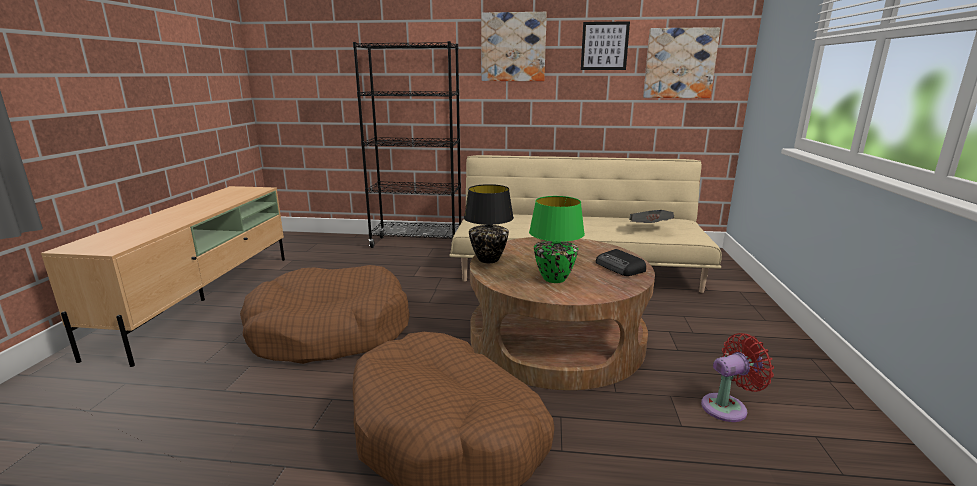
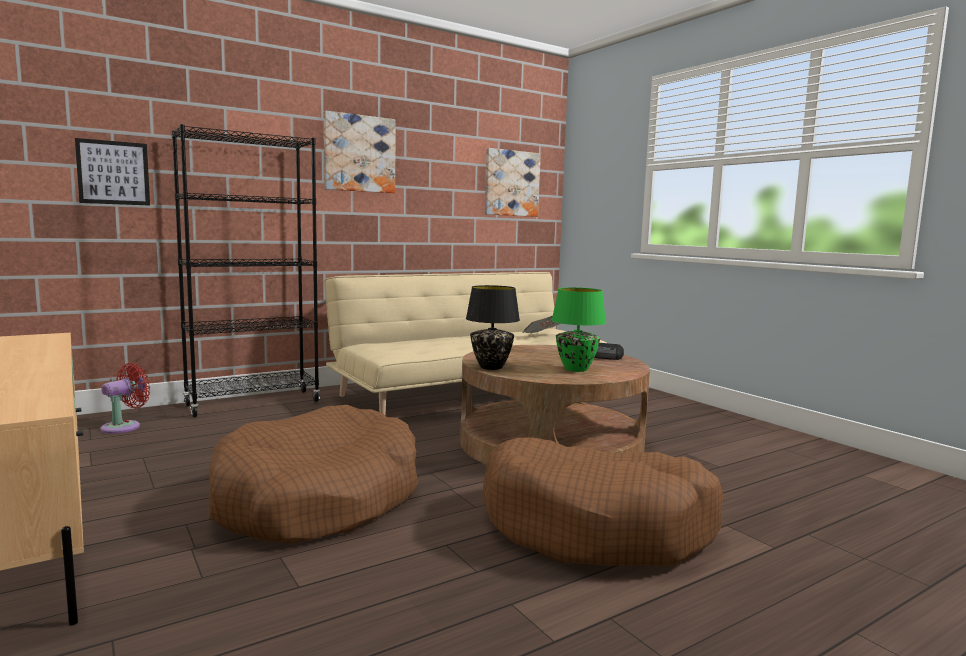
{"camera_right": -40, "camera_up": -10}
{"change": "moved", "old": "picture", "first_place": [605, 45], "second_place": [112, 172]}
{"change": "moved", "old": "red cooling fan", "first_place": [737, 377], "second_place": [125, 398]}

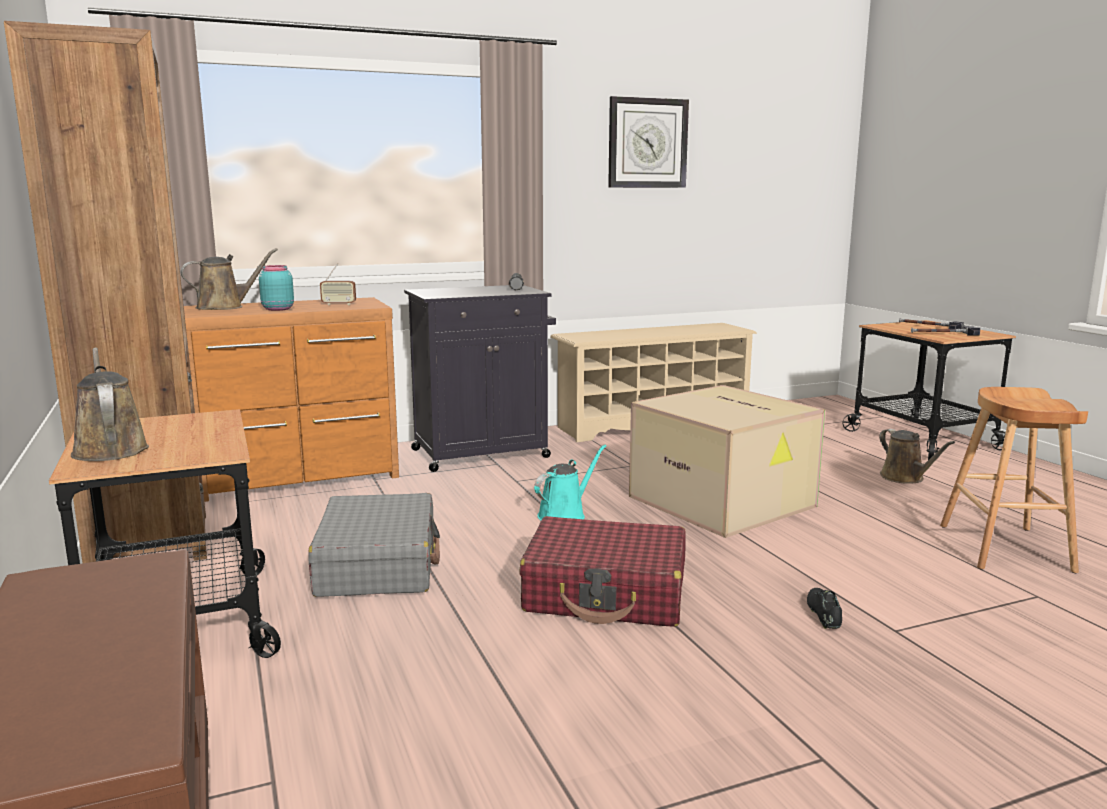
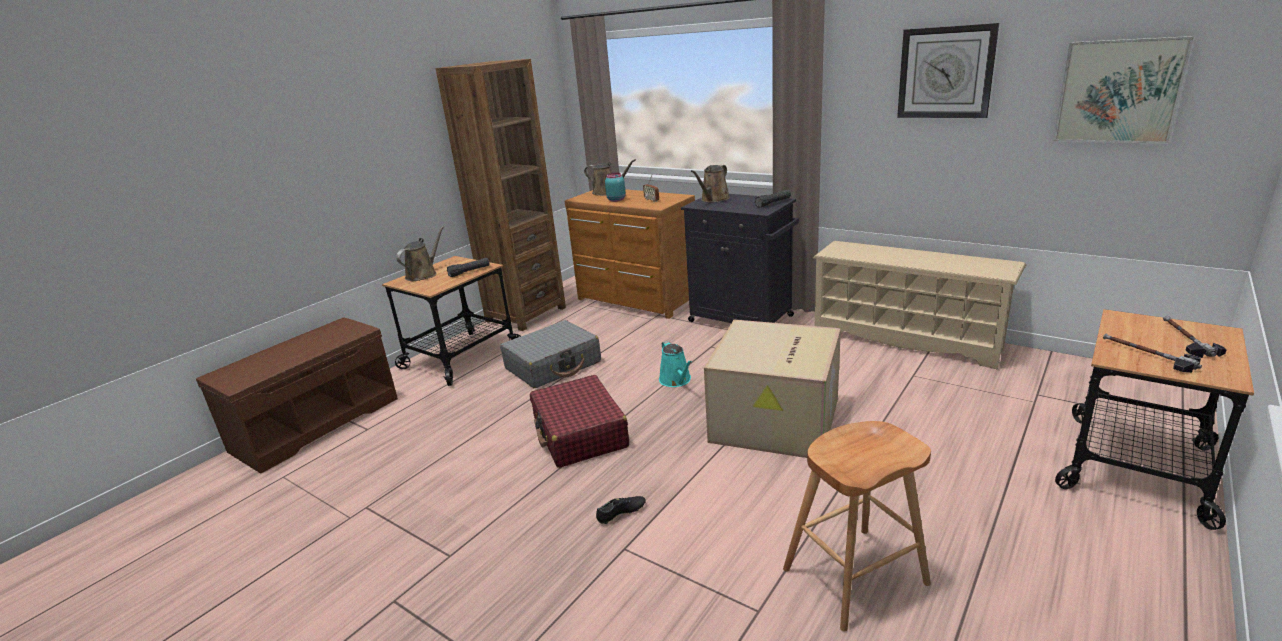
{"camera_right": 60, "camera_up": 10}
{"change": "turned", "old": "turquoise sprinkling can", "first_place": [570, 482], "second_place": [675, 364], "degrees": 60}
{"change": "moved", "old": "brown sprinkling can", "first_place": [917, 456], "second_place": [710, 184]}
{"change": "added", "new": "blackish torch", "second_place": [468, 267]}
{"change": "added", "new": "picture", "second_place": [1123, 90]}

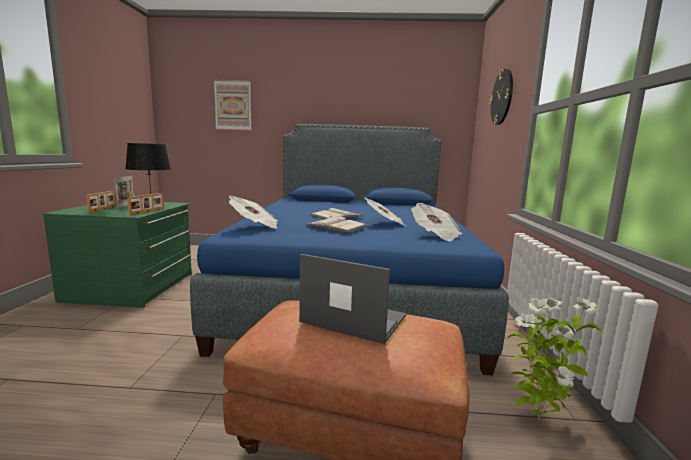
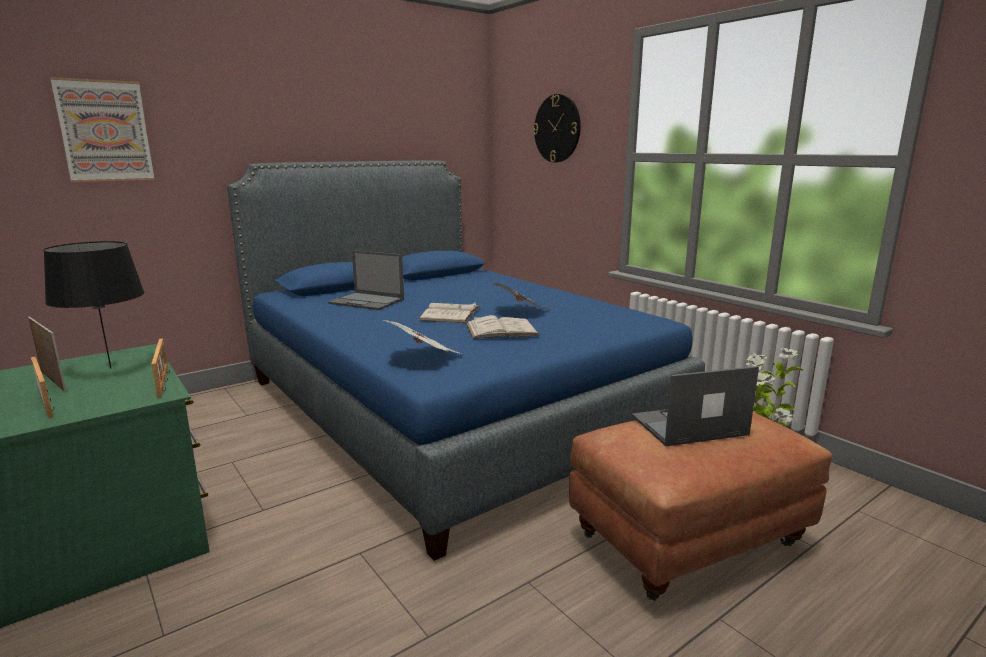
{"camera_right": -40, "camera_up": 5}
{"change": "removed", "old": "newspaper", "first_place": [436, 222]}
{"change": "added", "new": "notebook computer", "second_place": [366, 280]}

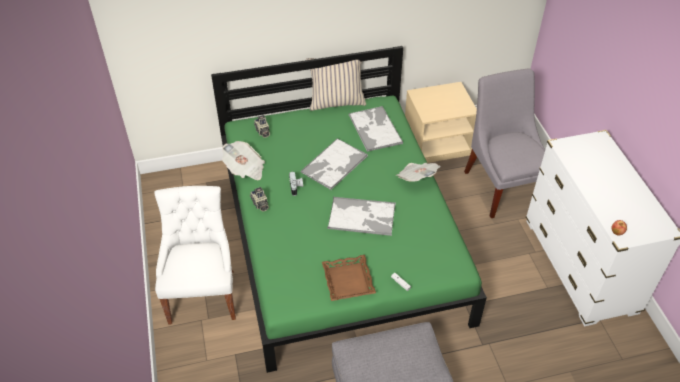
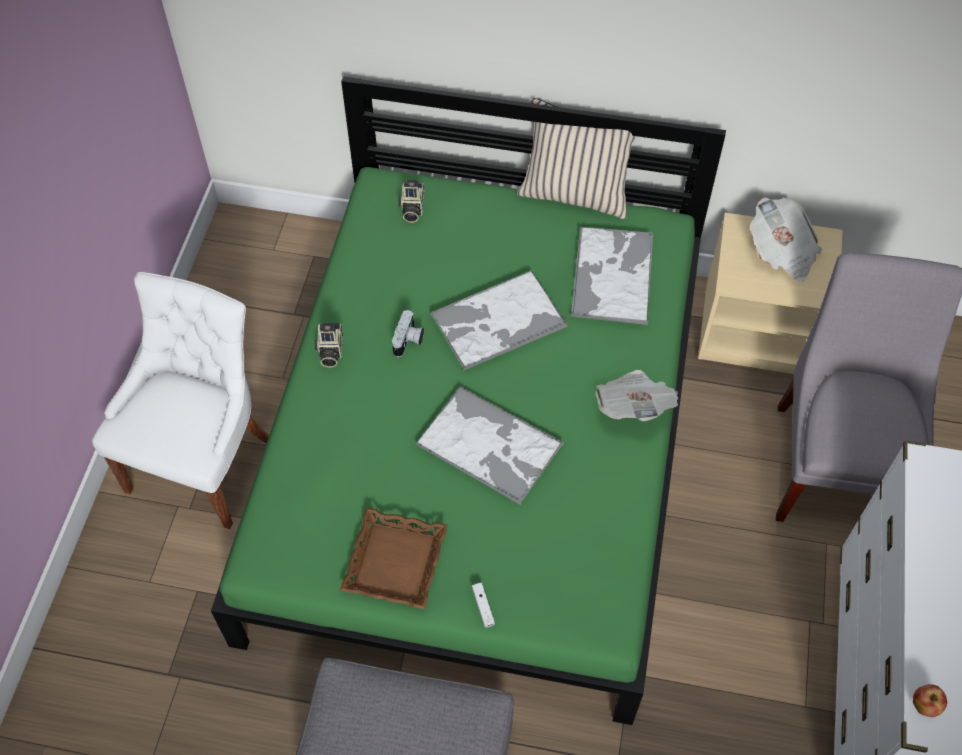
{"camera_right": 25, "camera_up": 10}
{"change": "moved", "old": "newspaper", "first_place": [243, 160], "second_place": [786, 239]}

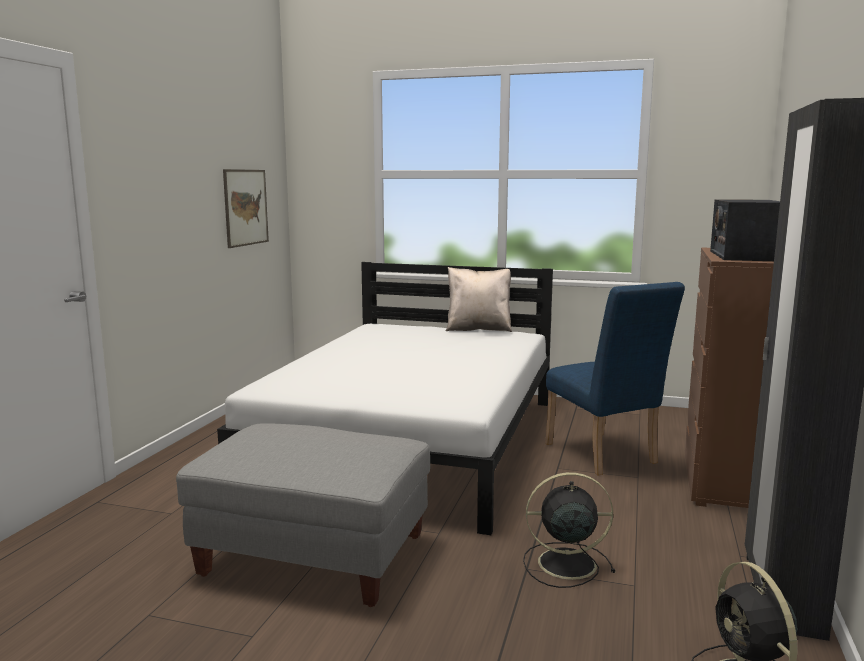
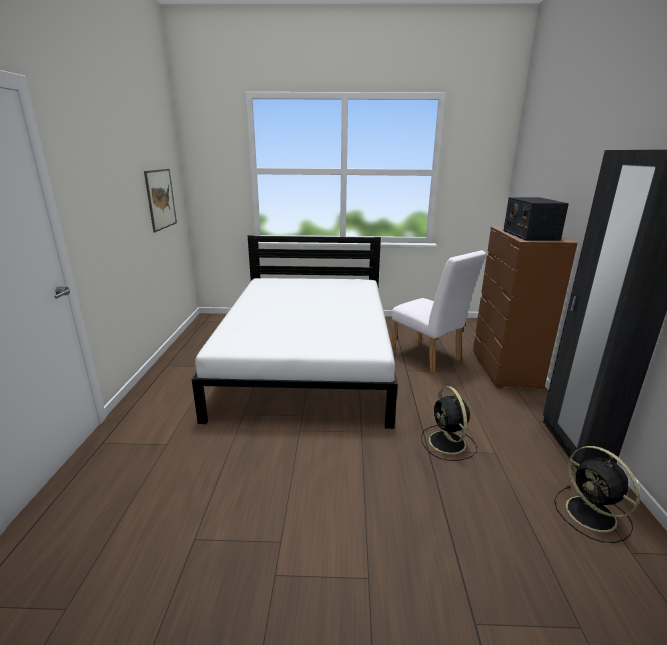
{"camera_right": -15, "camera_up": 10}
{"change": "removed", "old": "grey ottoman", "first_place": [303, 515]}
{"change": "removed", "old": "beige-coloured throw pillow", "first_place": [479, 299]}
{"change": "turned", "old": "blackish cooling fan", "first_place": [569, 530], "second_place": [449, 423], "degrees": -90}
{"change": "recoloured", "old": "blue upright chair", "new": "white upright chair", "first_place": [615, 378], "second_place": [438, 311]}

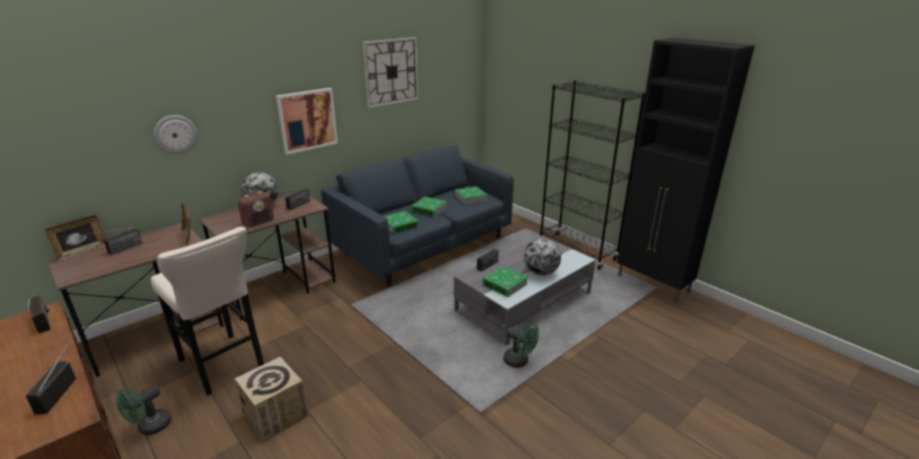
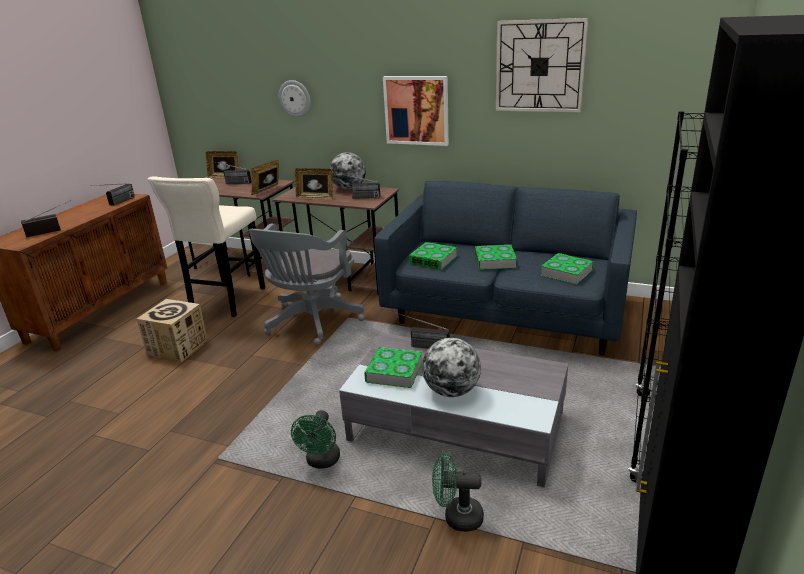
{"camera_right": 65, "camera_up": 0}
{"change": "moved", "old": "green cooling fan", "first_place": [143, 410], "second_place": [458, 492]}
{"change": "replaced", "old": "radio receiver", "new": "photo frame", "first_place": [256, 209], "second_place": [314, 184]}
{"change": "added", "new": "grey office chair", "second_place": [307, 284]}

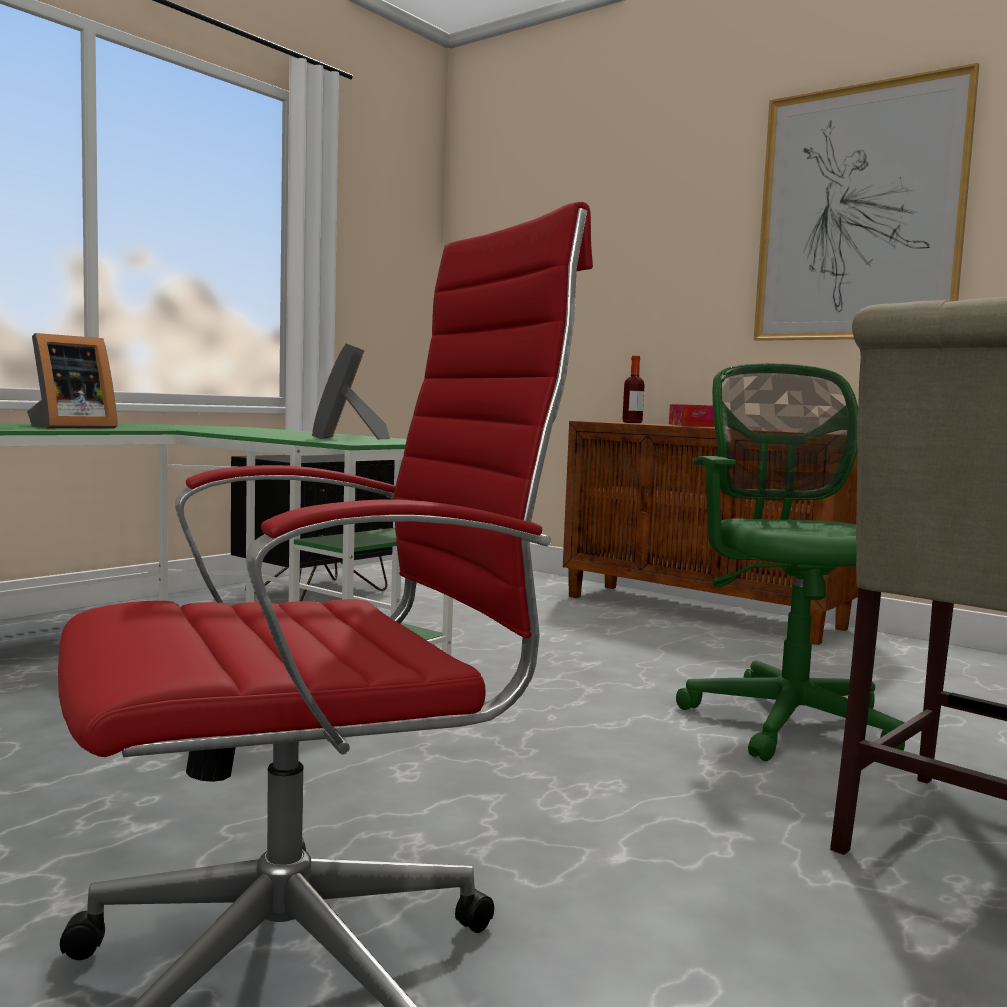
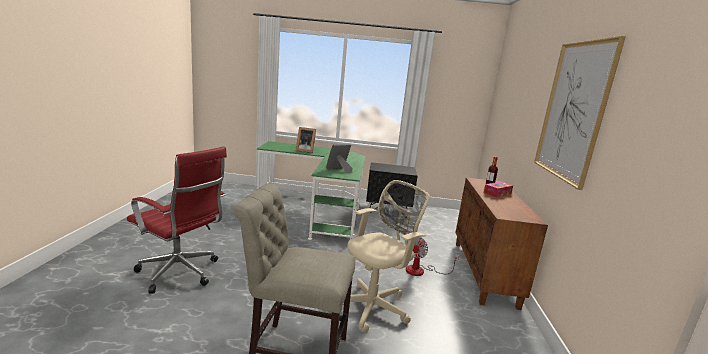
{"camera_right": 55, "camera_up": 10}
{"change": "recoloured", "old": "green office chair", "new": "beige-coloured office chair", "first_place": [790, 562], "second_place": [388, 256]}
{"change": "added", "new": "cooling fan", "second_place": [432, 256]}

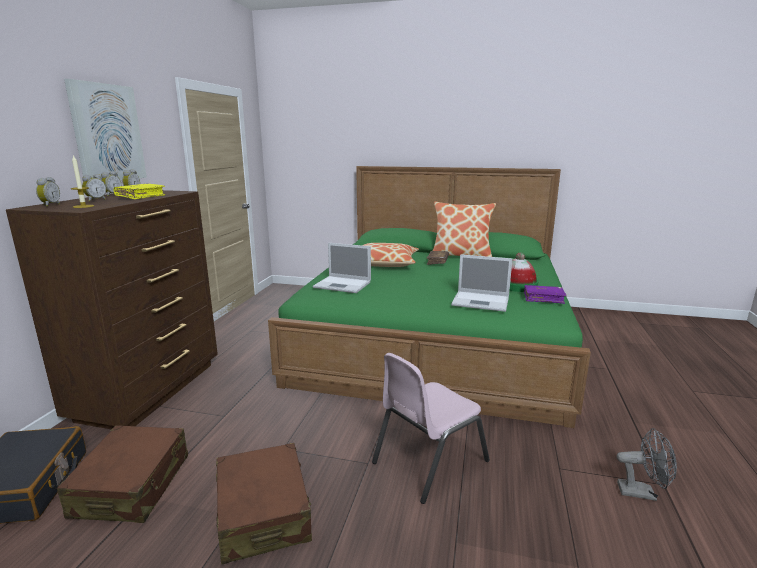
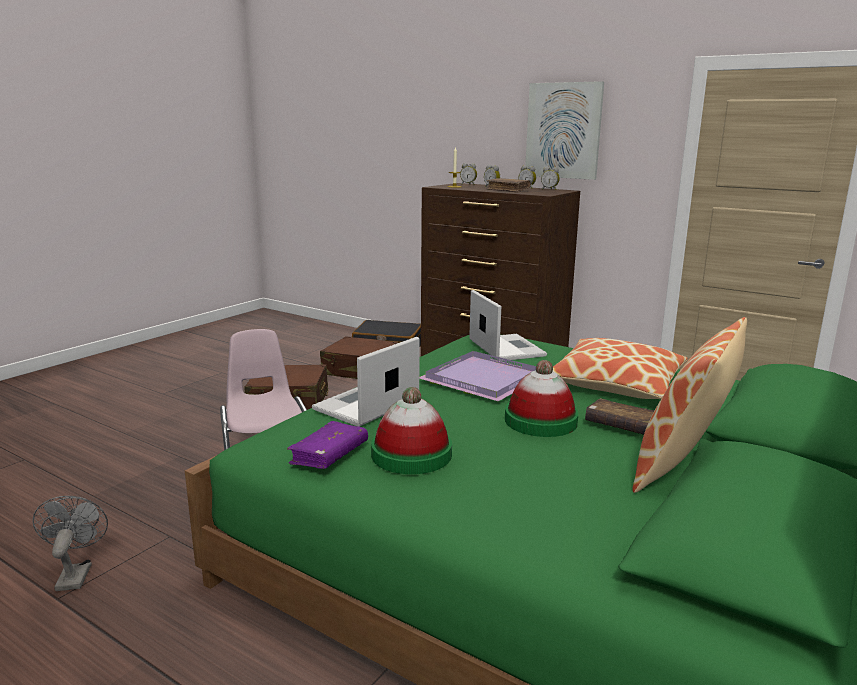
{"camera_right": 110, "camera_up": 0}
{"change": "recoloured", "old": "yellow-coloured volume", "new": "brown volume", "first_place": [139, 191], "second_place": [508, 185]}
{"change": "turned", "old": "notebook computer", "first_place": [342, 268], "second_place": [508, 325], "degrees": 120}
{"change": "turned", "old": "grey cooling fan", "first_place": [647, 464], "second_place": [70, 543], "degrees": 135}
{"change": "added", "new": "purple-coloured tray", "second_place": [477, 376]}
{"change": "added", "new": "wearable hat", "second_place": [541, 398]}

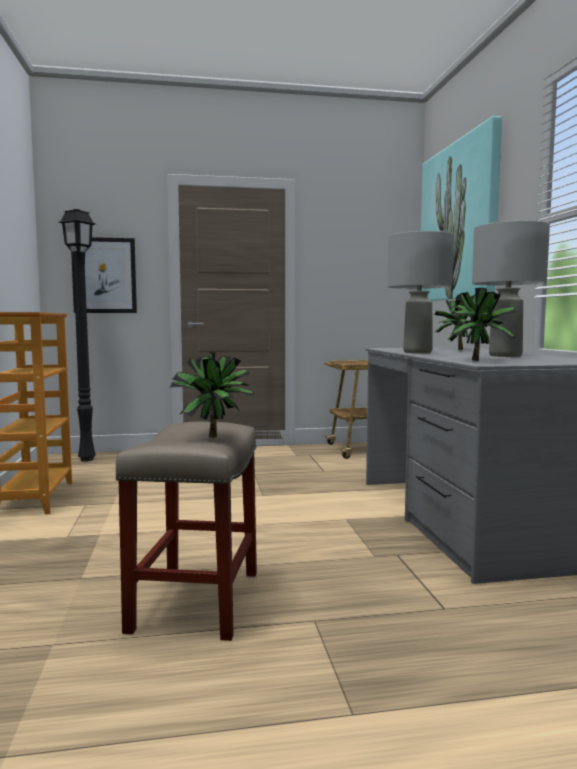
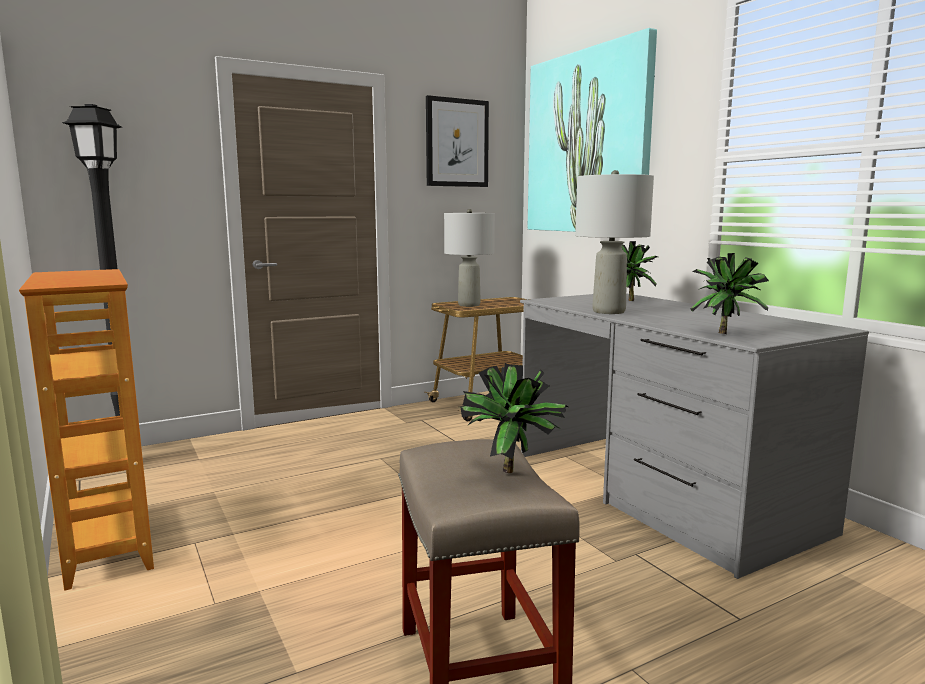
{"camera_right": -20, "camera_up": 5}
{"change": "moved", "old": "picture", "first_place": [104, 275], "second_place": [457, 141]}
{"change": "moved", "old": "grey tabletop lamp", "first_place": [511, 289], "second_place": [469, 258]}

